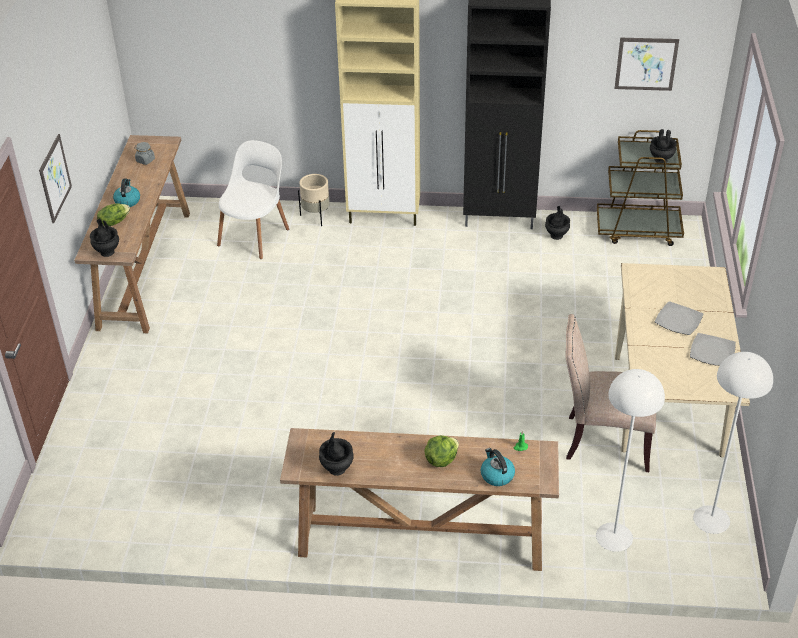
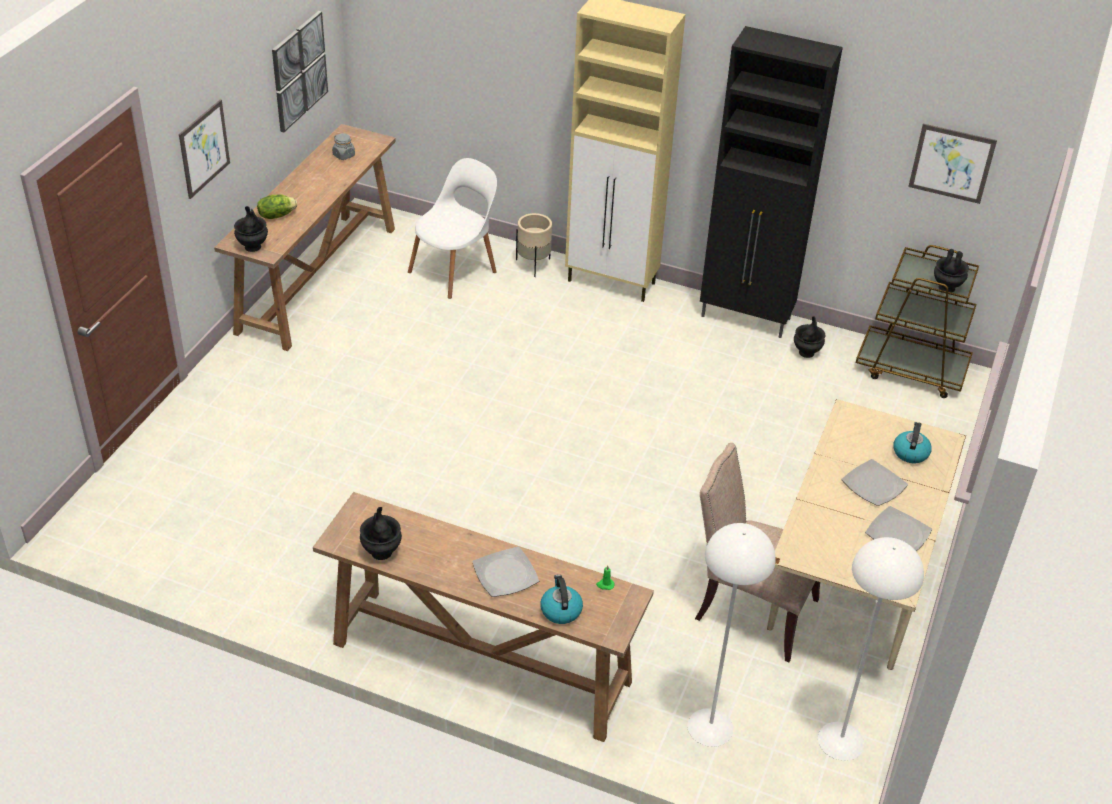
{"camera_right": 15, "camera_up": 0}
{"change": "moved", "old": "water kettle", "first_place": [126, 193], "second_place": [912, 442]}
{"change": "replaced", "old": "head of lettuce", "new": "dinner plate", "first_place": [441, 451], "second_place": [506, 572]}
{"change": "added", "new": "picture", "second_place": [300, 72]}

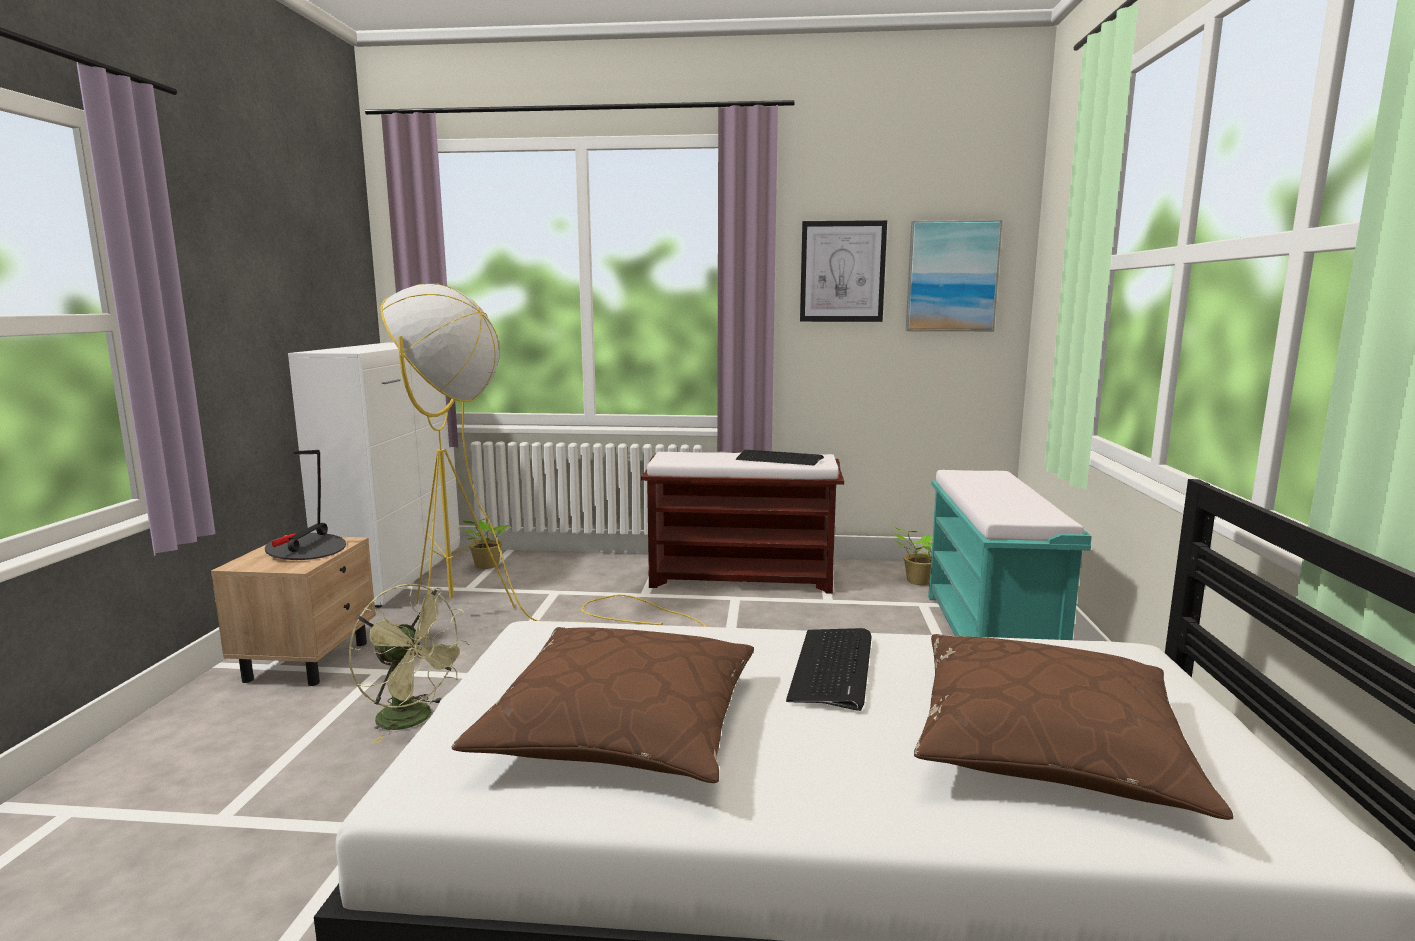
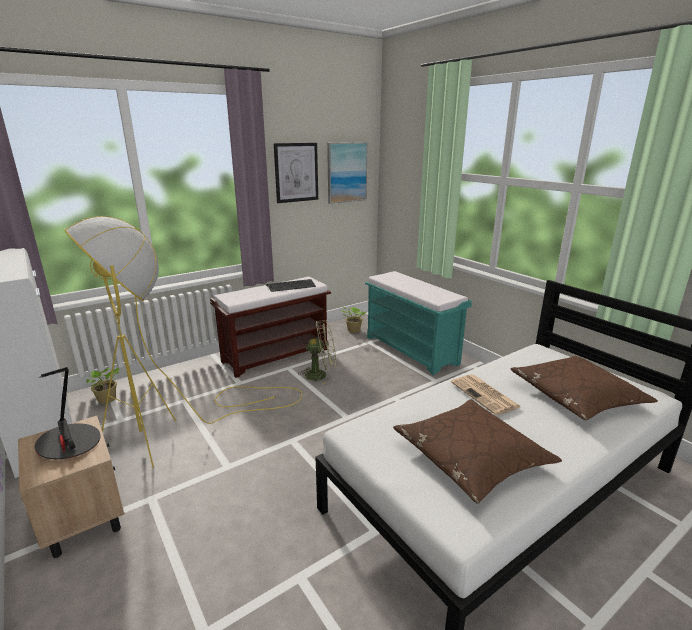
{"camera_right": -40, "camera_up": 10}
{"change": "moved", "old": "green cooling fan", "first_place": [409, 663], "second_place": [318, 352]}
{"change": "replaced", "old": "keyboard", "new": "newspaper", "first_place": [829, 669], "second_place": [486, 394]}

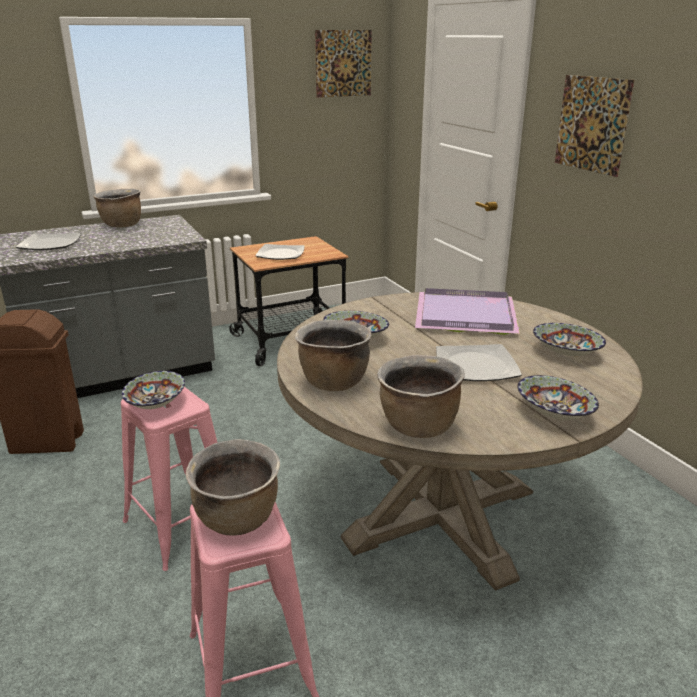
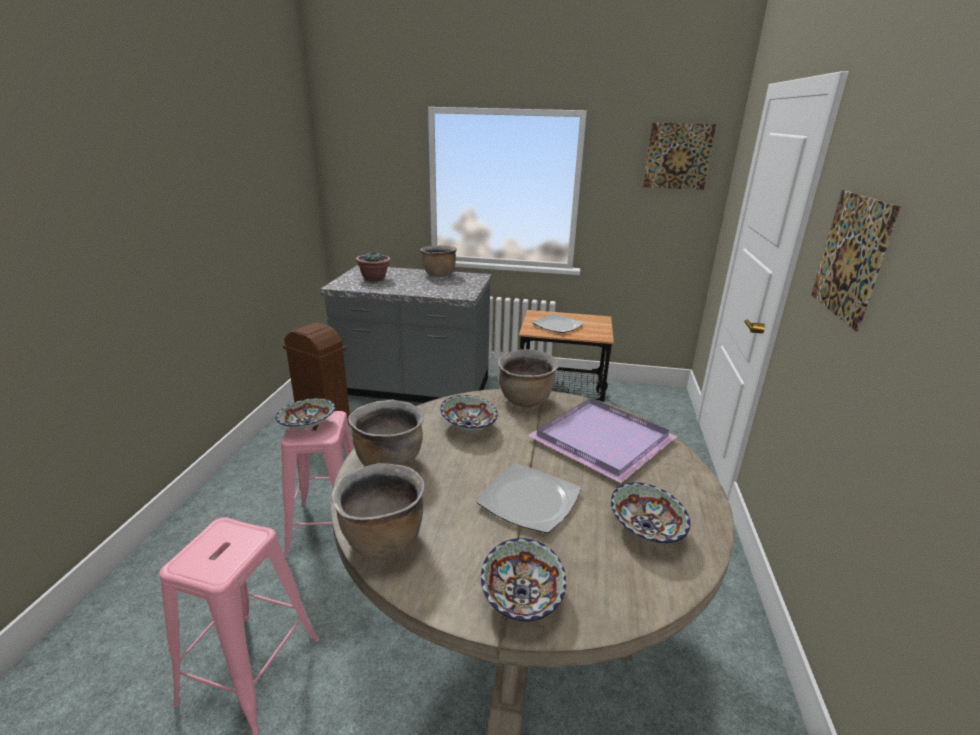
{"camera_right": 35, "camera_up": 0}
{"change": "replaced", "old": "dinner plate", "new": "potted plant", "first_place": [48, 241], "second_place": [373, 266]}
{"change": "moved", "old": "brown cooking pot", "first_place": [233, 487], "second_place": [528, 378]}

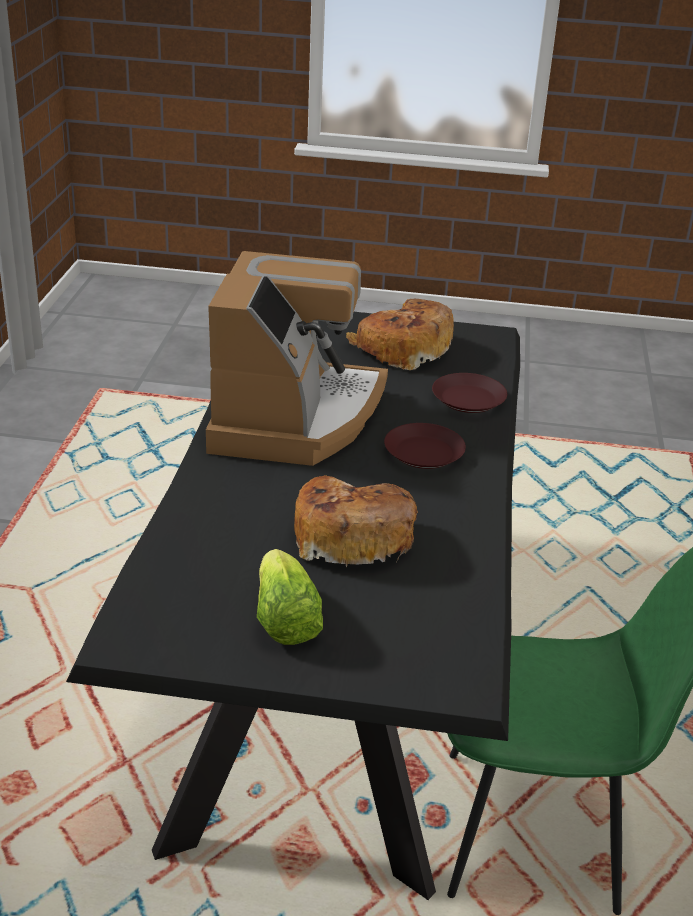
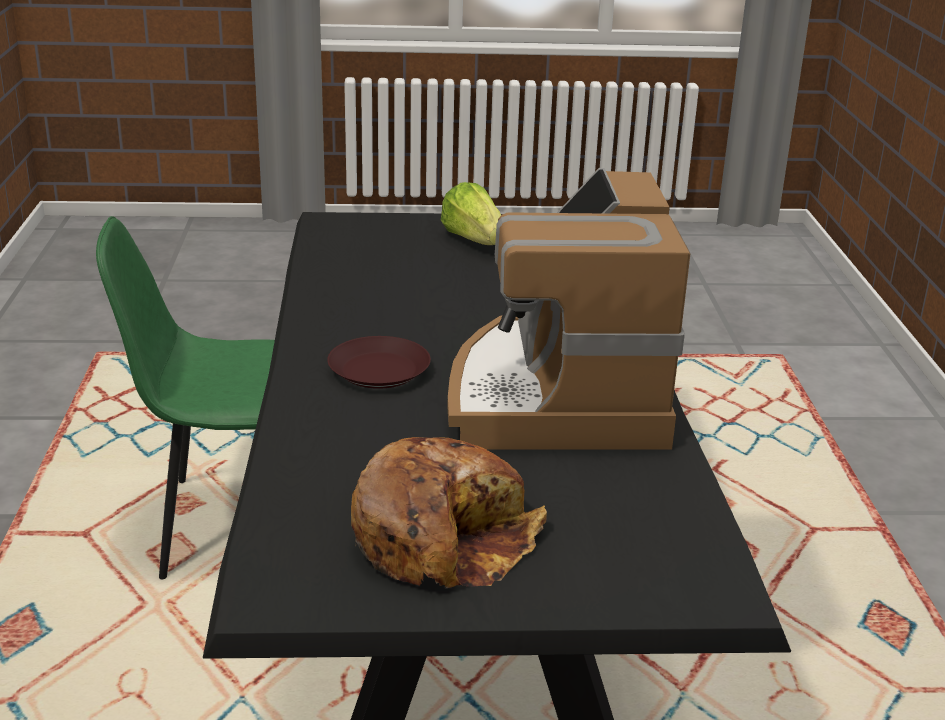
{"camera_right": 170, "camera_up": -5}
{"change": "removed", "old": "bakery bread", "first_place": [356, 521]}
{"change": "removed", "old": "brown dinner plate", "first_place": [469, 393]}

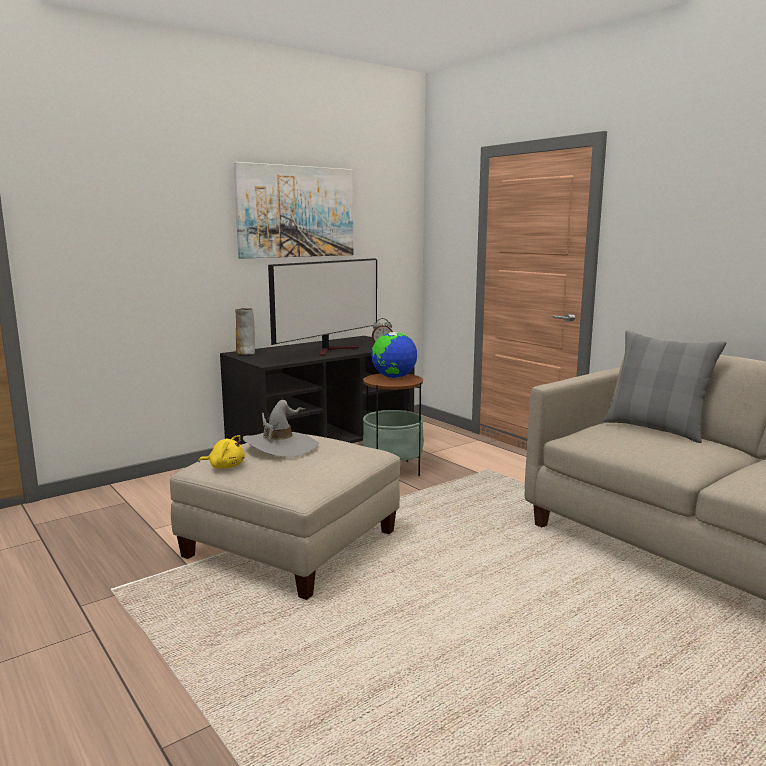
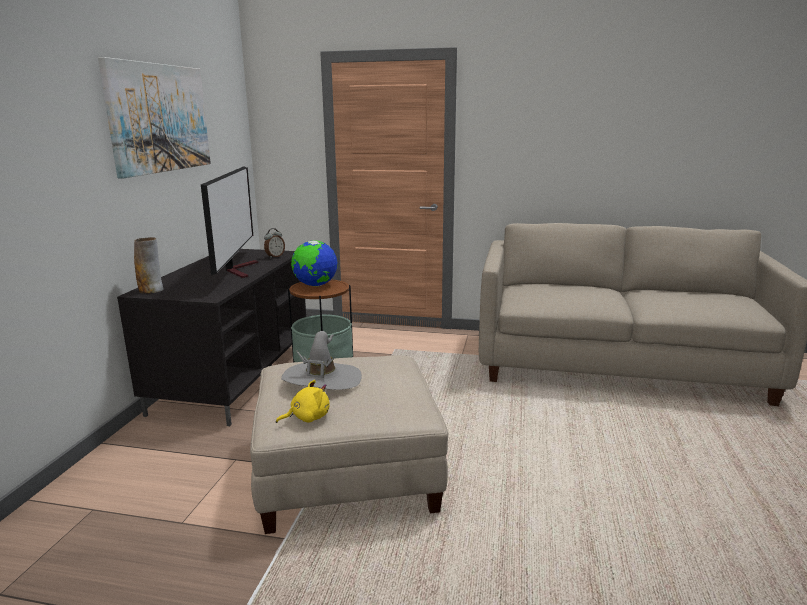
{"camera_right": -40, "camera_up": 5}
{"change": "removed", "old": "grey throw pillow", "first_place": [664, 386]}

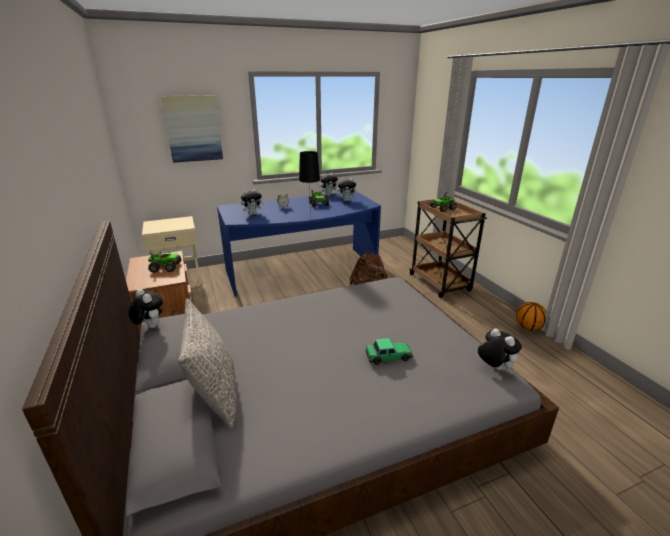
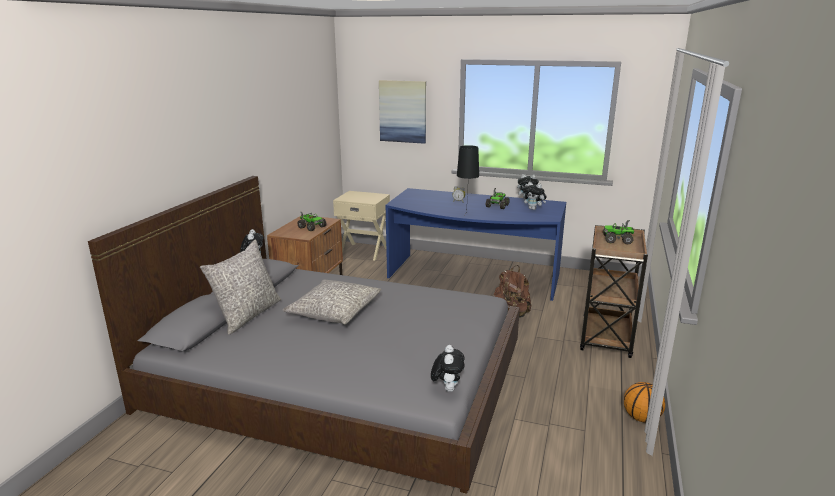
{"camera_right": 40, "camera_up": -5}
{"change": "removed", "old": "plush toy", "first_place": [252, 202]}
{"change": "removed", "old": "toy car", "first_place": [389, 351]}
{"change": "added", "new": "grey throw pillow", "second_place": [331, 302]}

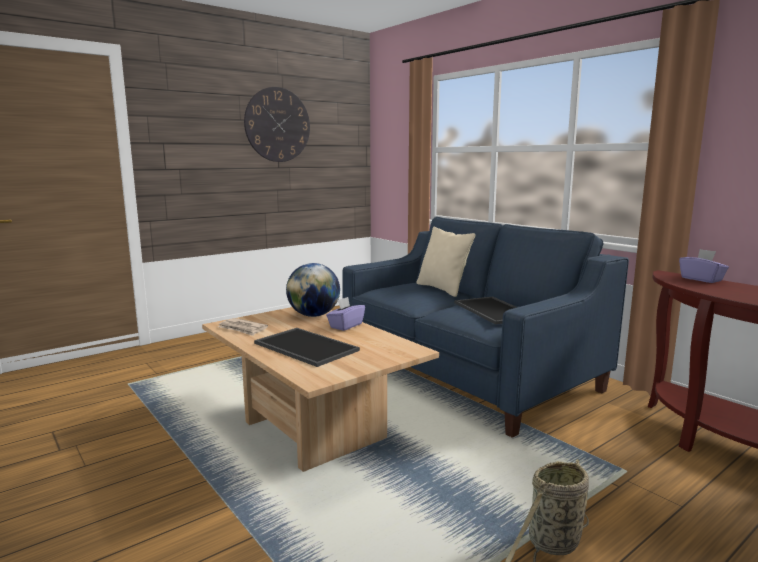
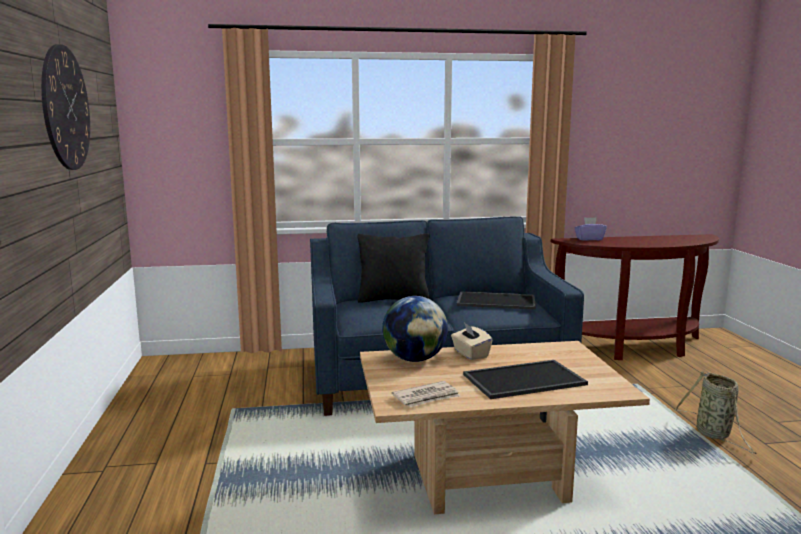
{"camera_right": -60, "camera_up": 0}
{"change": "recoloured", "old": "purple-coloured tissue box", "new": "beige-coloured tissue box", "first_place": [345, 314], "second_place": [471, 341]}
{"change": "recoloured", "old": "beige-coloured throw pillow", "new": "blackish throw pillow", "first_place": [446, 262], "second_place": [394, 268]}

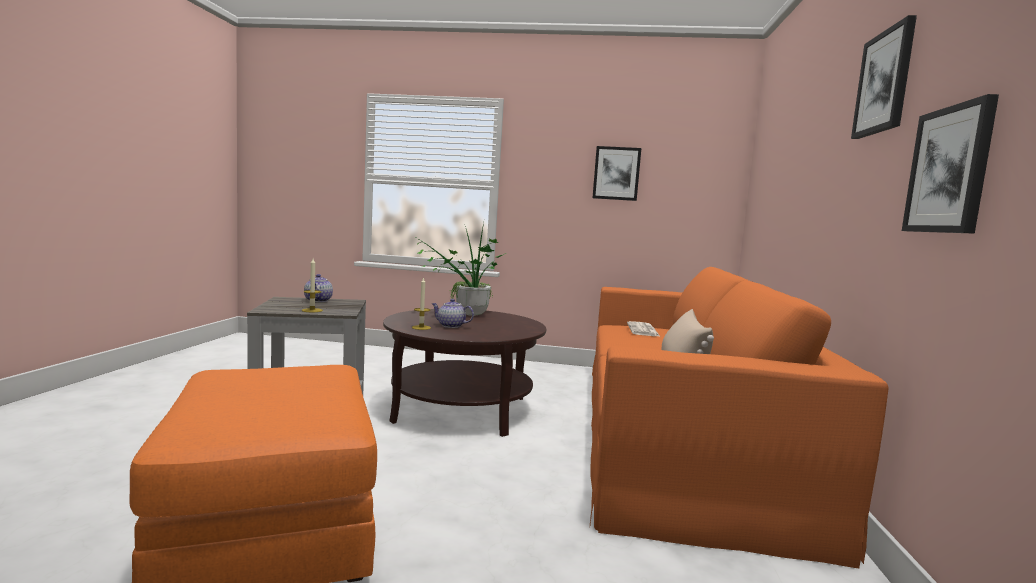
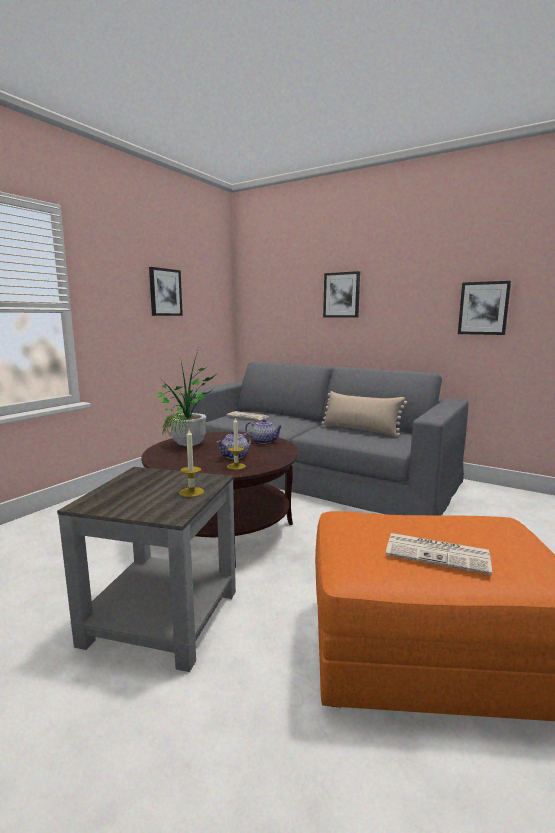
{"camera_right": -65, "camera_up": 5}
{"change": "moved", "old": "pot for tea", "first_place": [318, 288], "second_place": [264, 431]}
{"change": "recoloured", "old": "orangey sofa", "new": "grey sofa", "first_place": [739, 417], "second_place": [326, 438]}
{"change": "moved", "old": "picture", "first_place": [884, 77], "second_place": [341, 294]}
{"change": "added", "new": "newspaper", "second_place": [439, 554]}

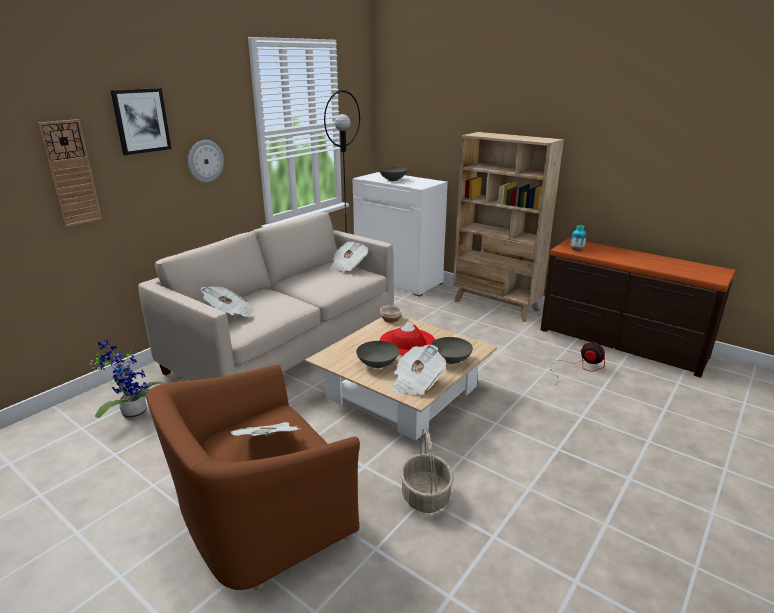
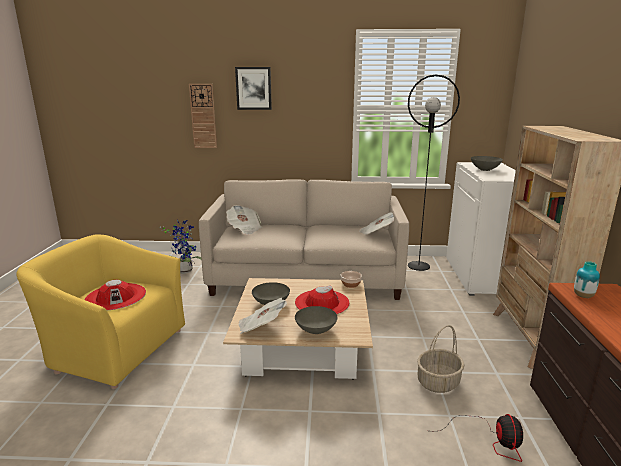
{"camera_right": 55, "camera_up": -5}
{"change": "recoloured", "old": "brown easy chair", "new": "yellow-coloured easy chair", "first_place": [253, 477], "second_place": [100, 312]}
{"change": "removed", "old": "clock on the wall", "first_place": [206, 161]}
{"change": "replaced", "old": "newspaper", "new": "red wearable hat", "first_place": [265, 429], "second_place": [115, 295]}
{"change": "moved", "old": "basket", "first_place": [427, 470], "second_place": [440, 359]}

